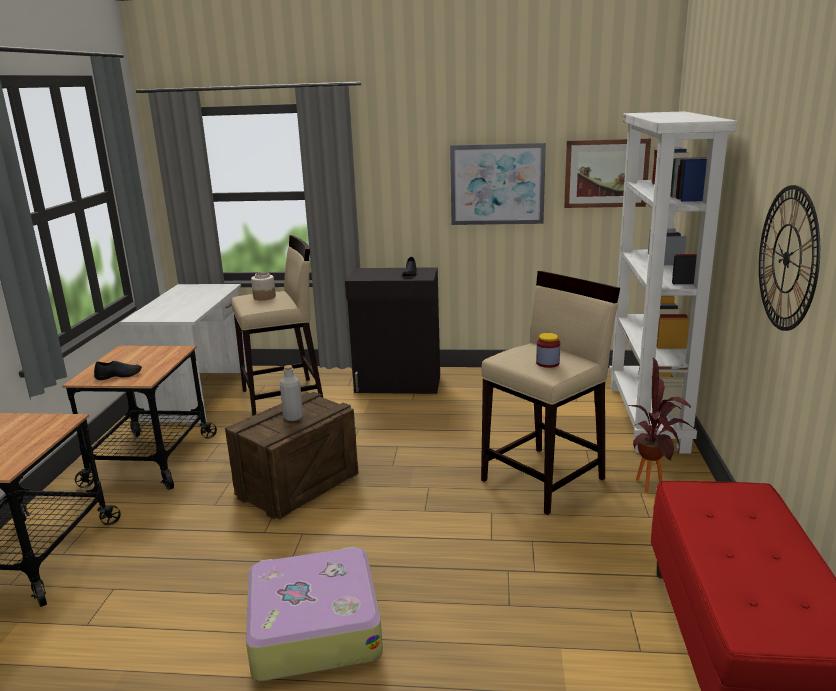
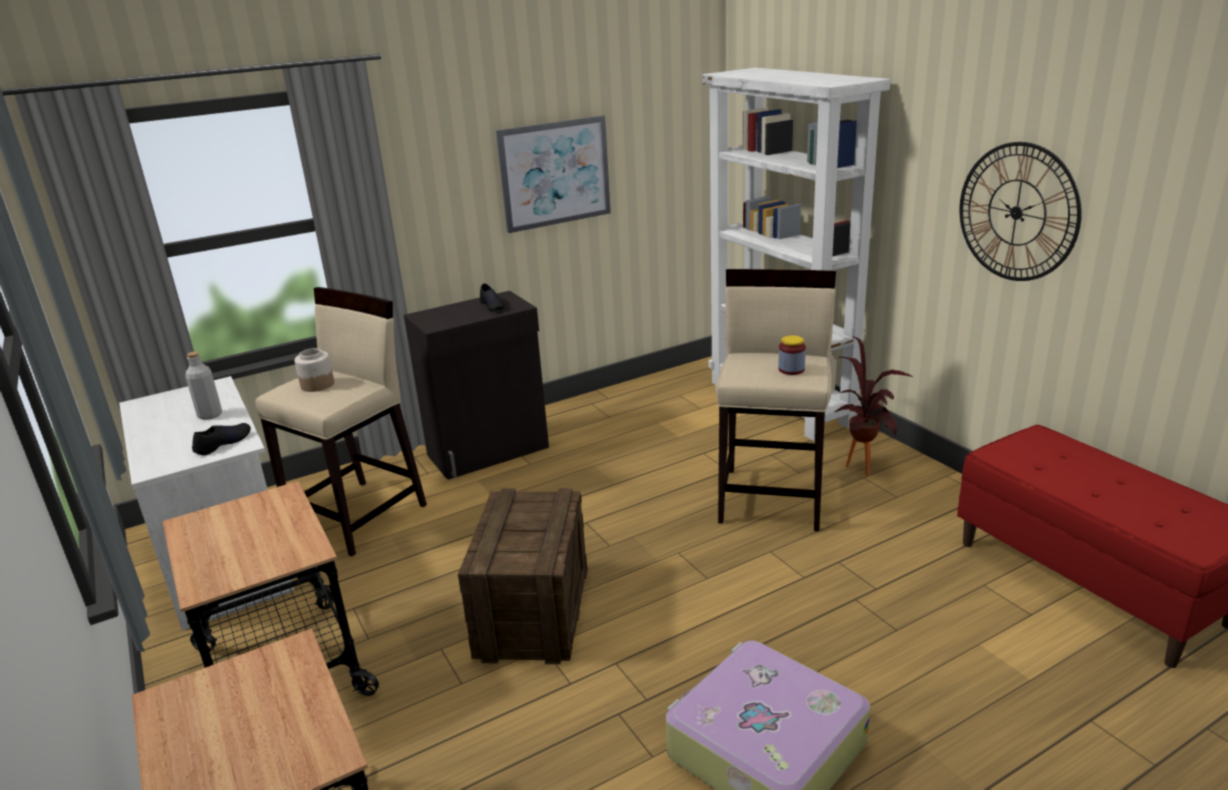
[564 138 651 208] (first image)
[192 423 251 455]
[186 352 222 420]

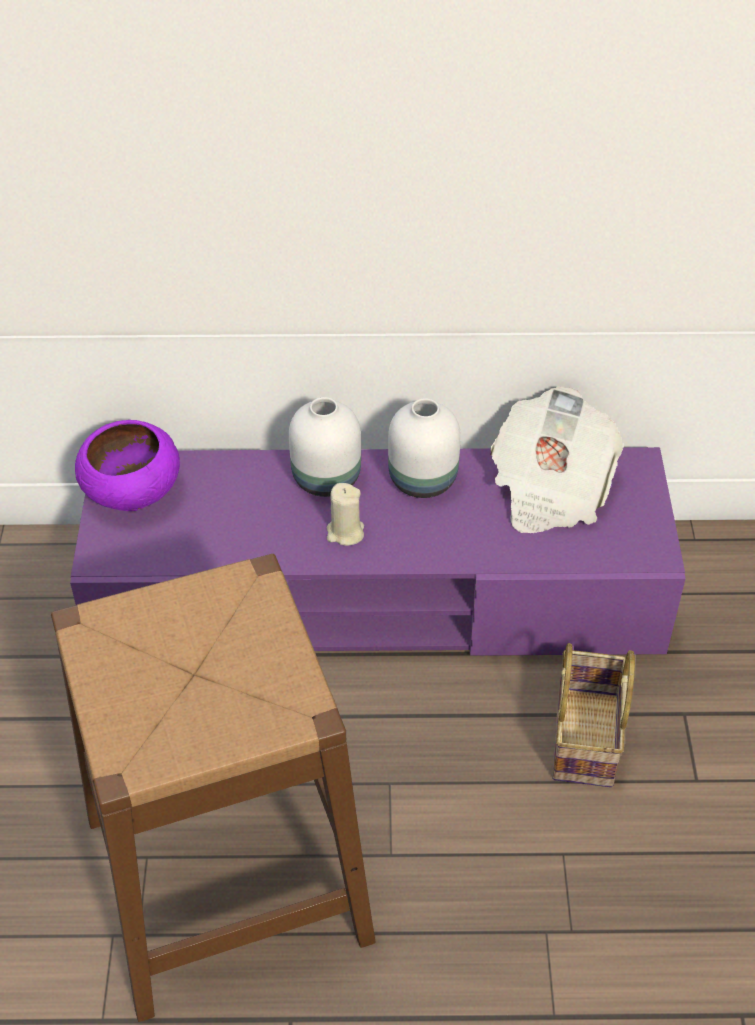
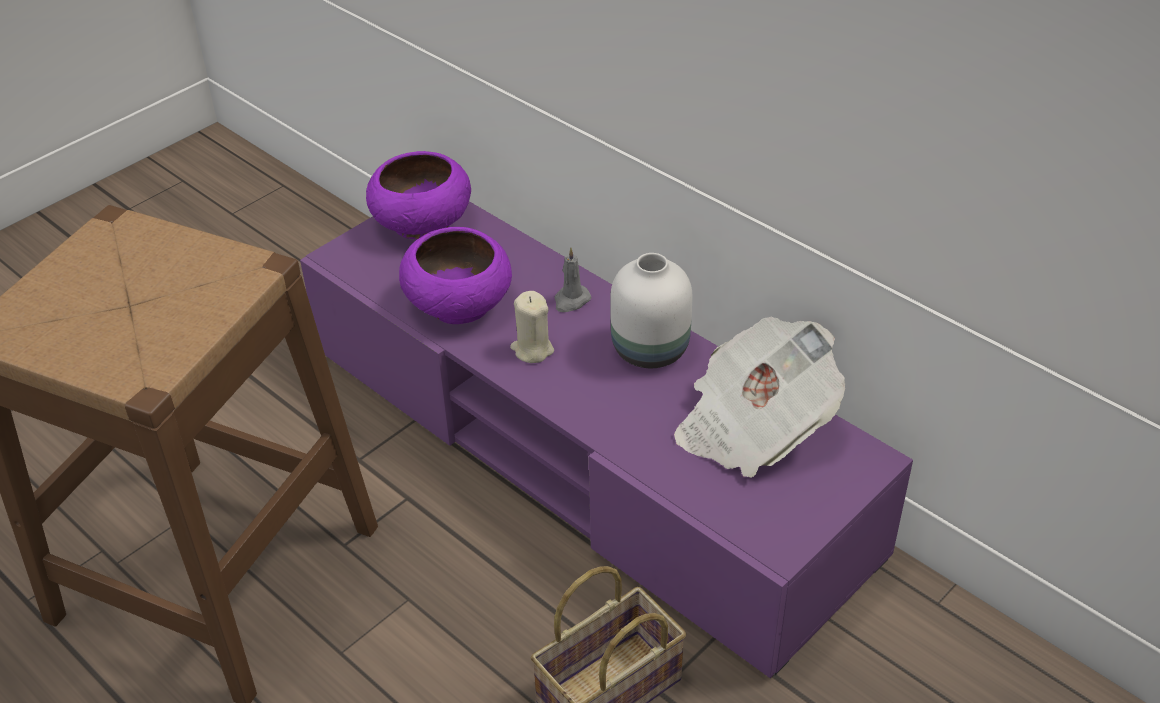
[554 247 592 312]
[399 227 512 324]

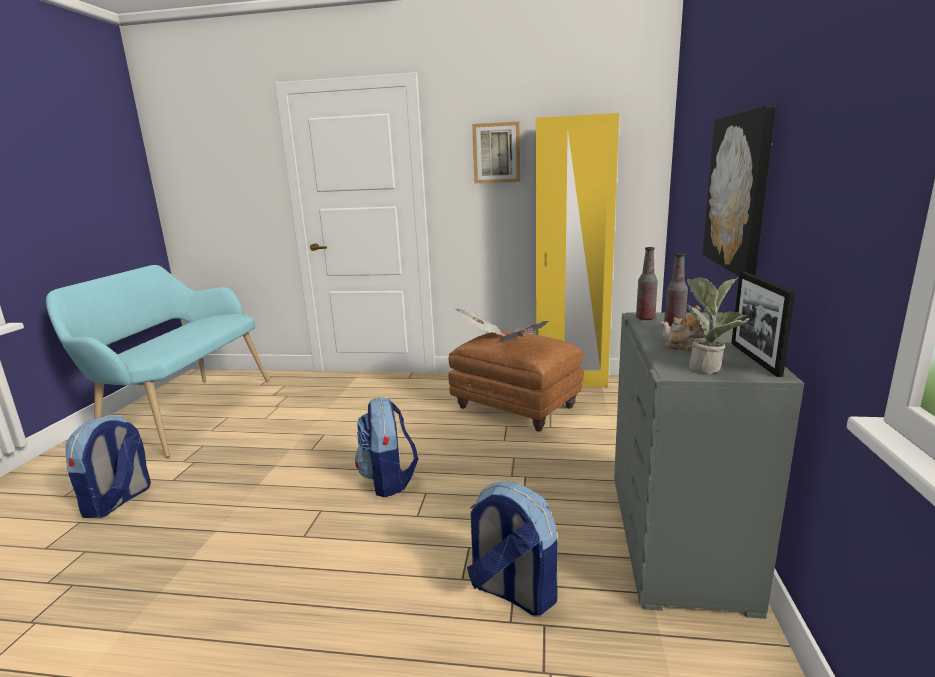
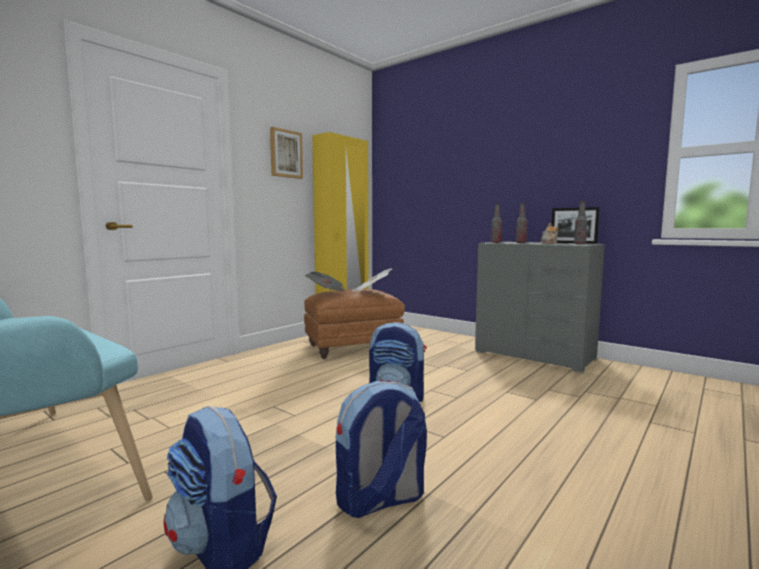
[702 105 776 276] (first image)
[574 201 587 244]
[336 381 427 518]

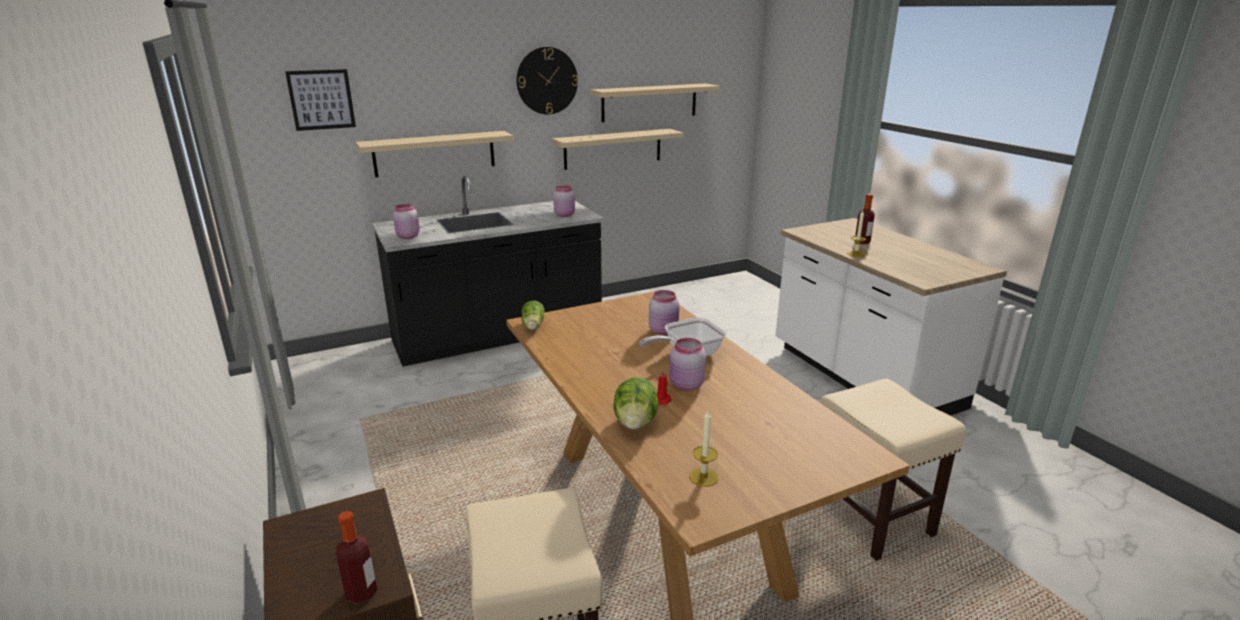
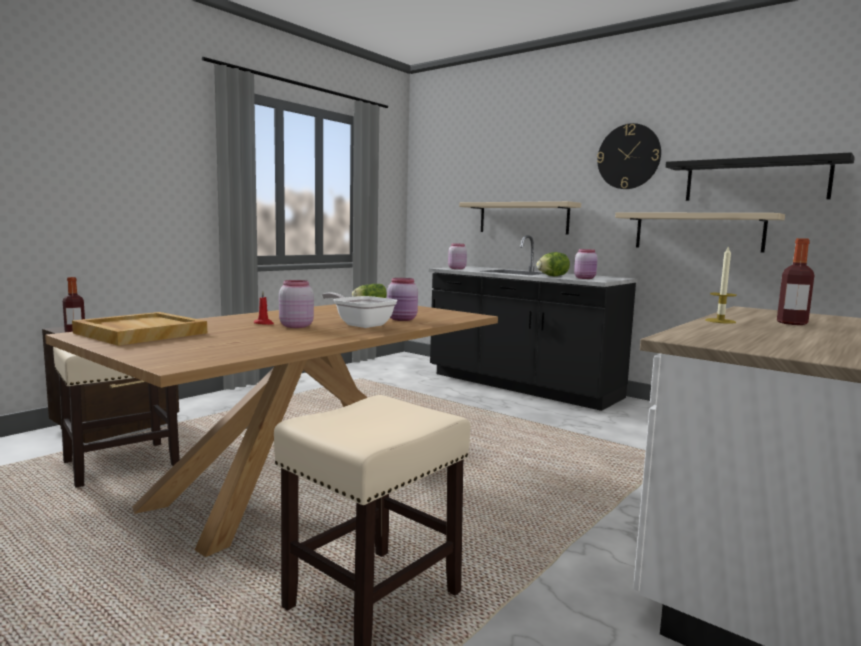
[285 69 356 131] (first image)
[665 152 855 201]
[536 252 570 276]
[72 312 207 346]

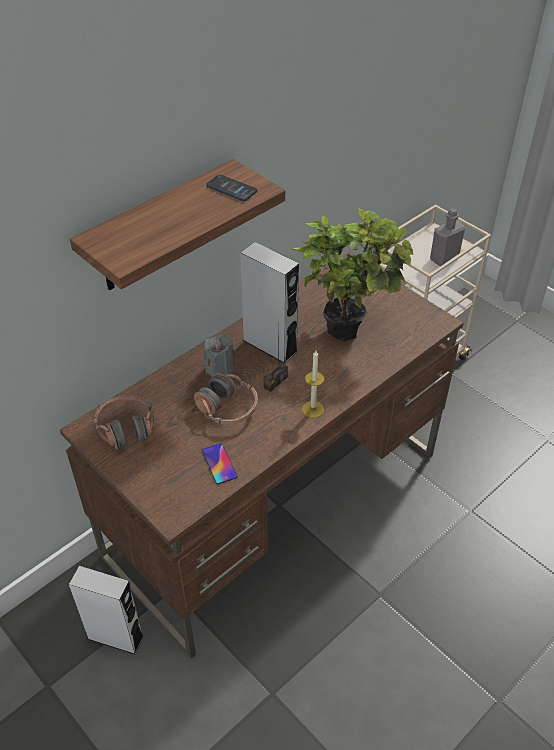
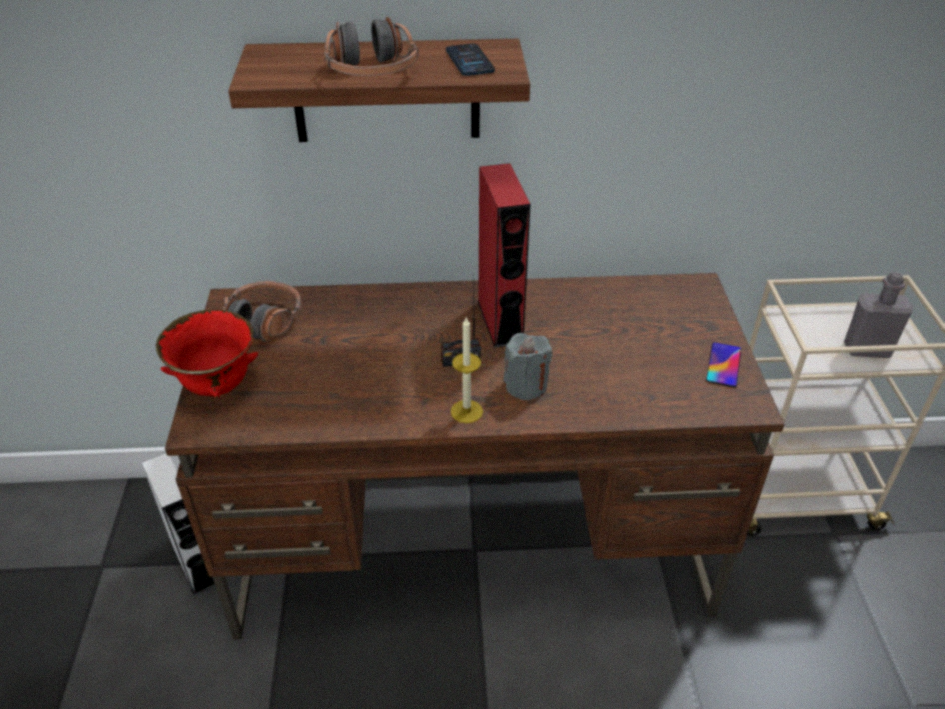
[292 208 413 342] (first image)
[478 163 531 348]
[504 333 553 401]
[324 17 419 76]
[706 342 742 387]
[156 309 258 399]

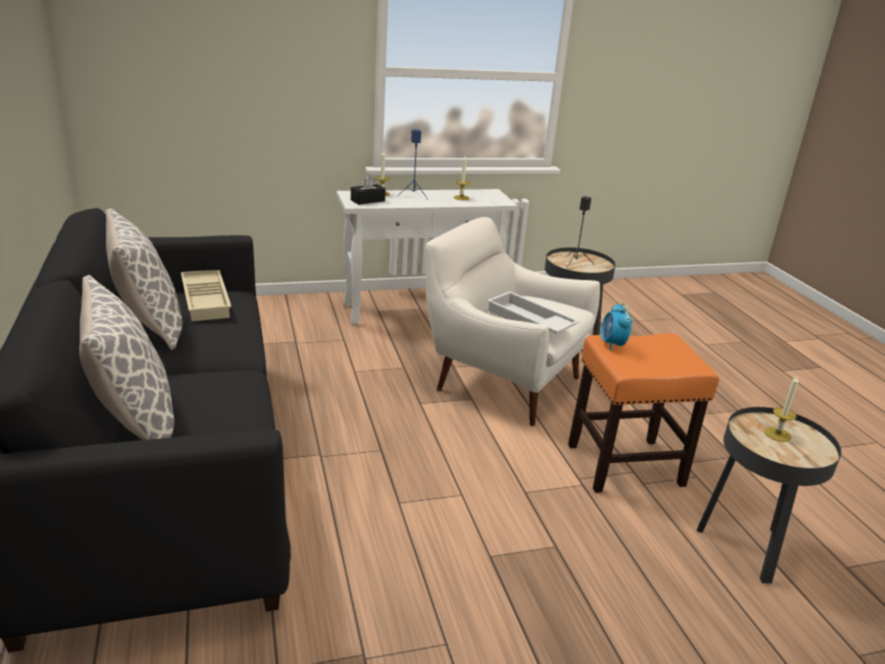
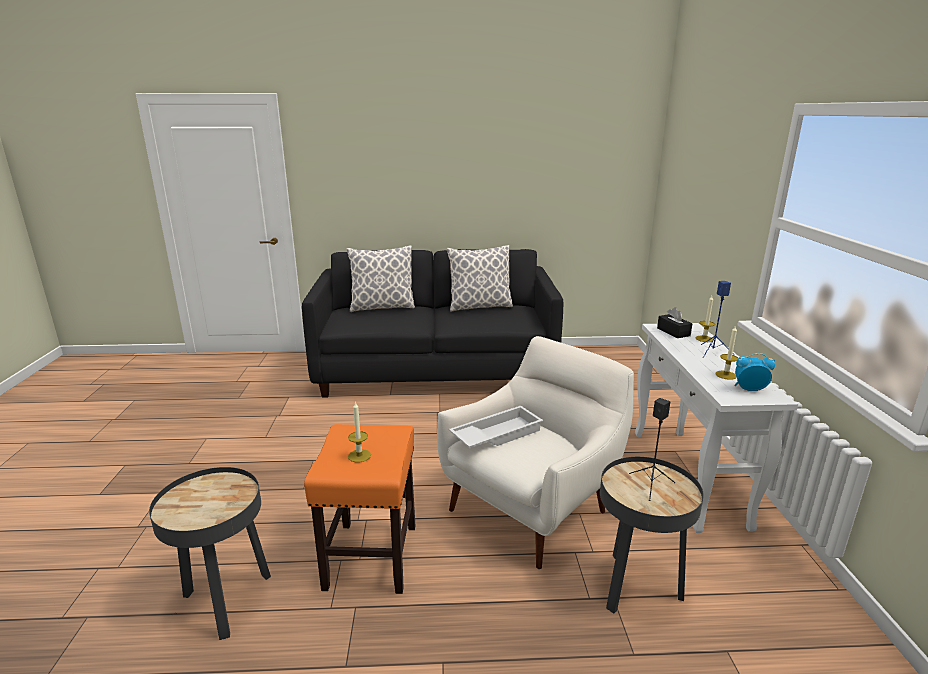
[181 270 231 321] (first image)
[734 353 775 391]
[348 402 371 462]

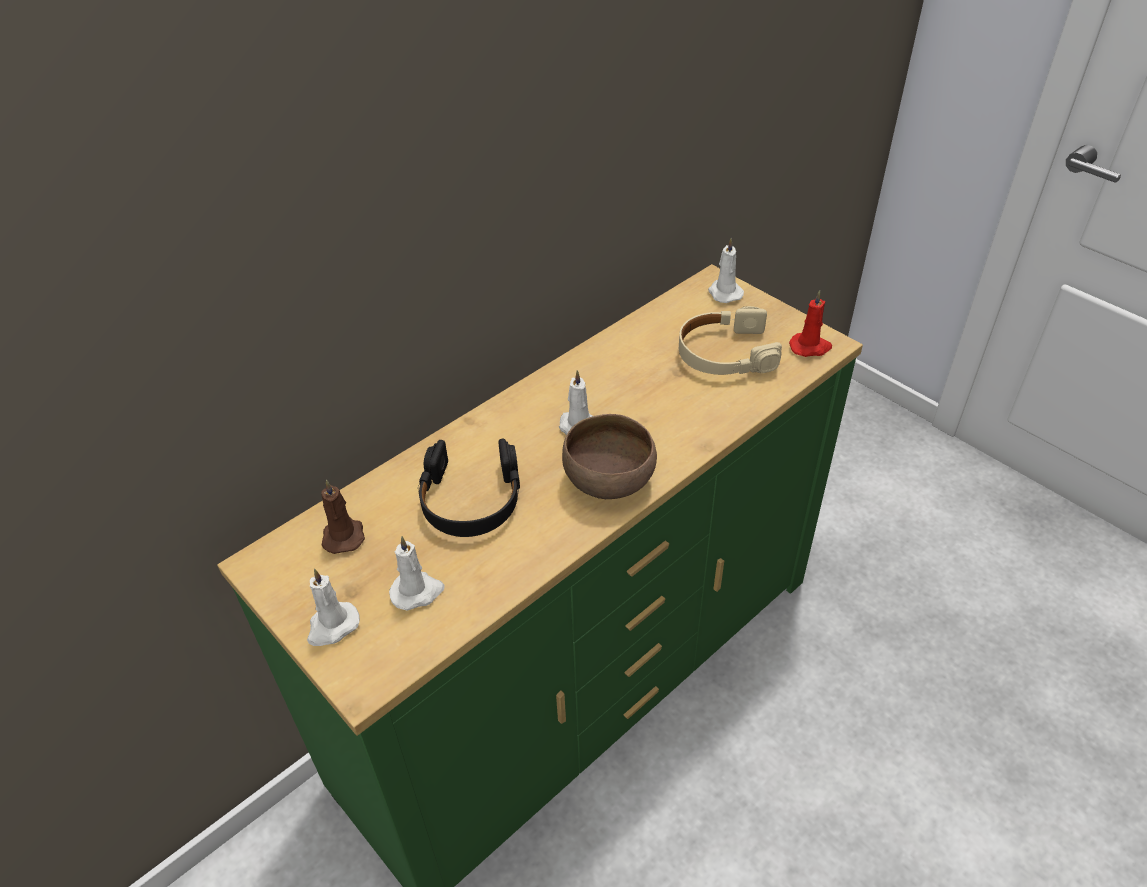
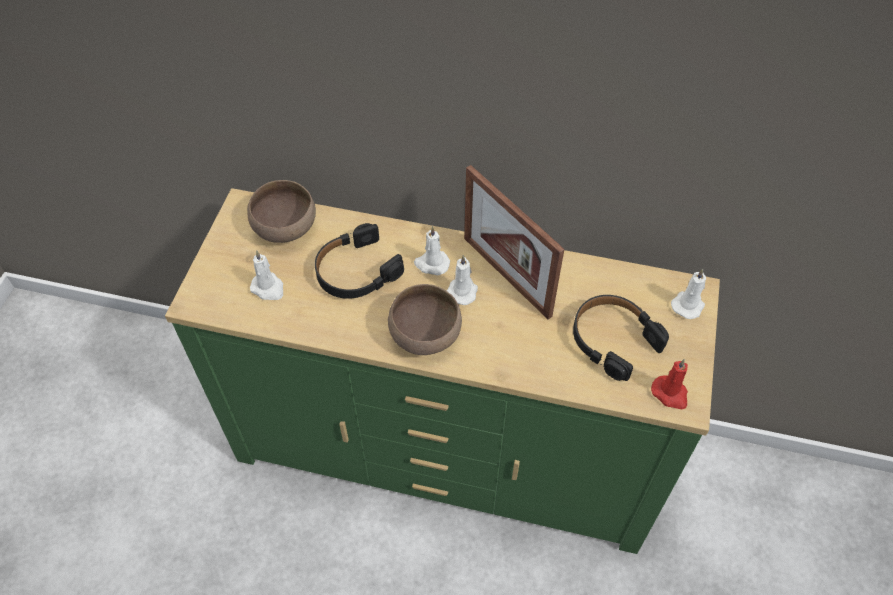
[573 295 669 381]
[247 180 316 243]
[414 226 450 275]
[464 165 564 319]

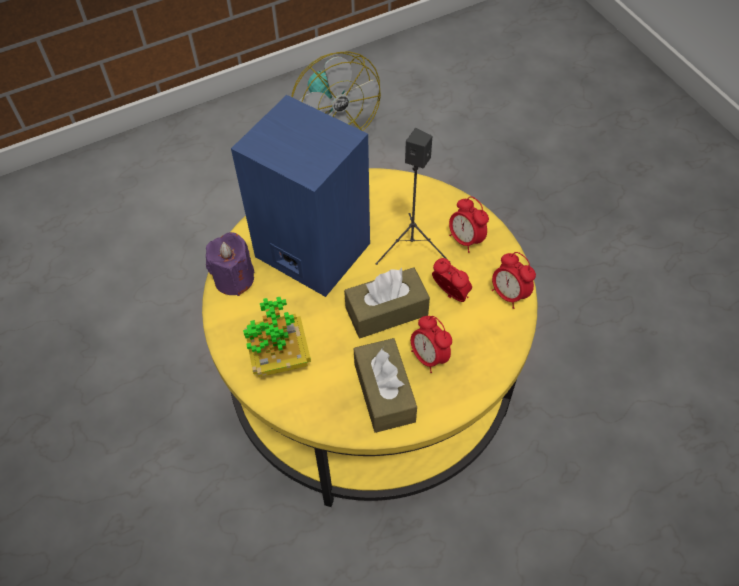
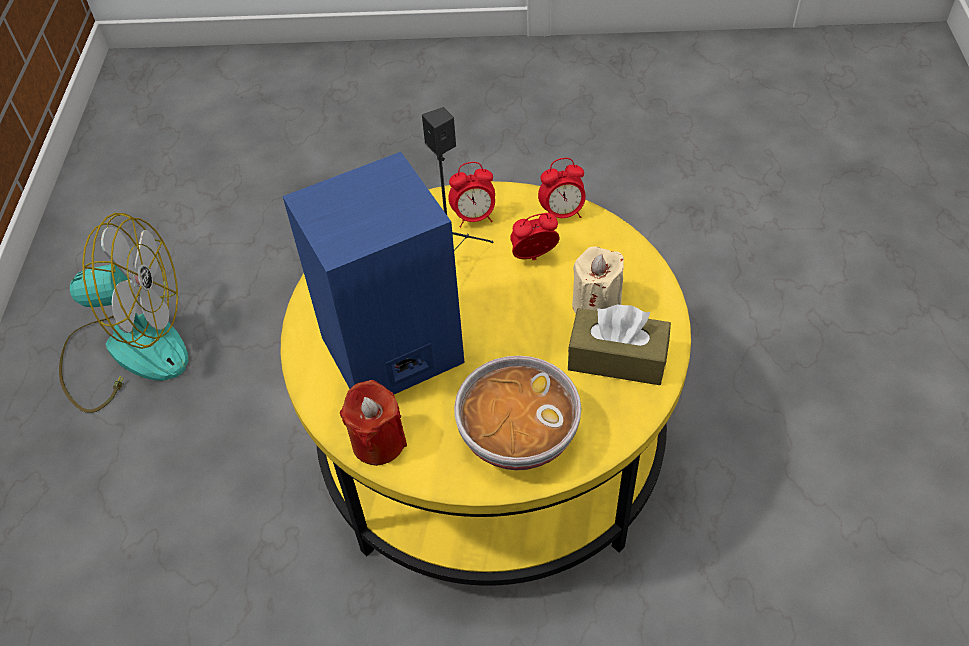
[340 380 407 466]
[344 267 430 338] (first image)
[454 356 581 470]
[572 246 624 313]

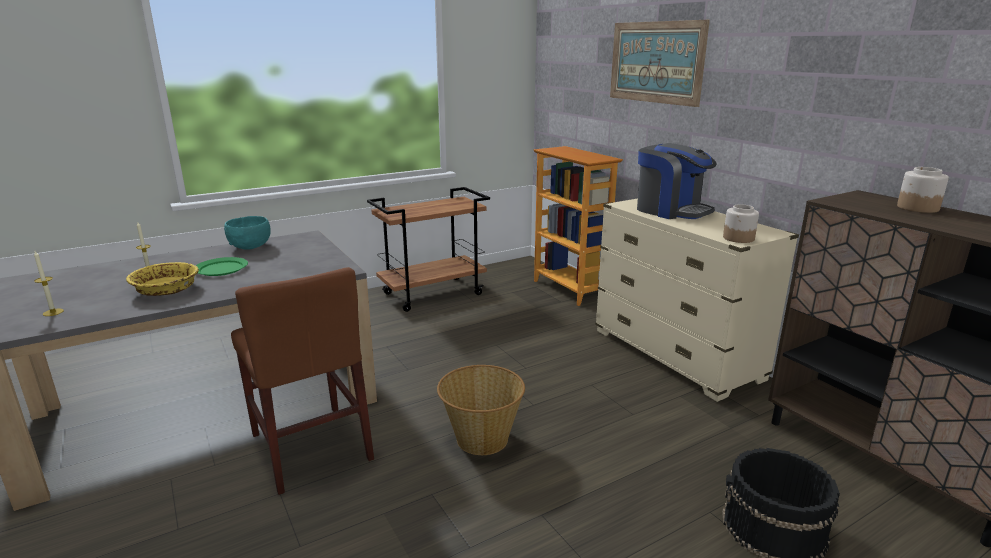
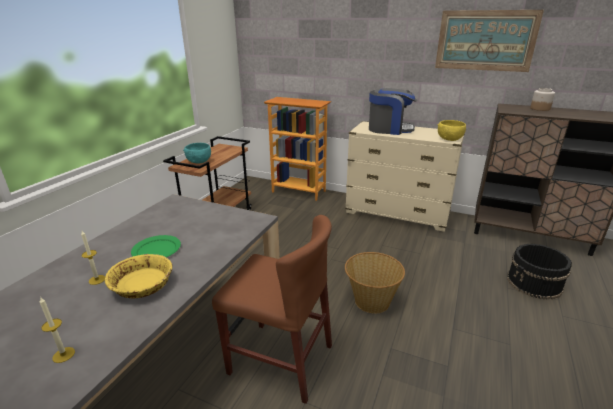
[435 10 544 72]
[438 120 466 141]
[183 143 211 163]

